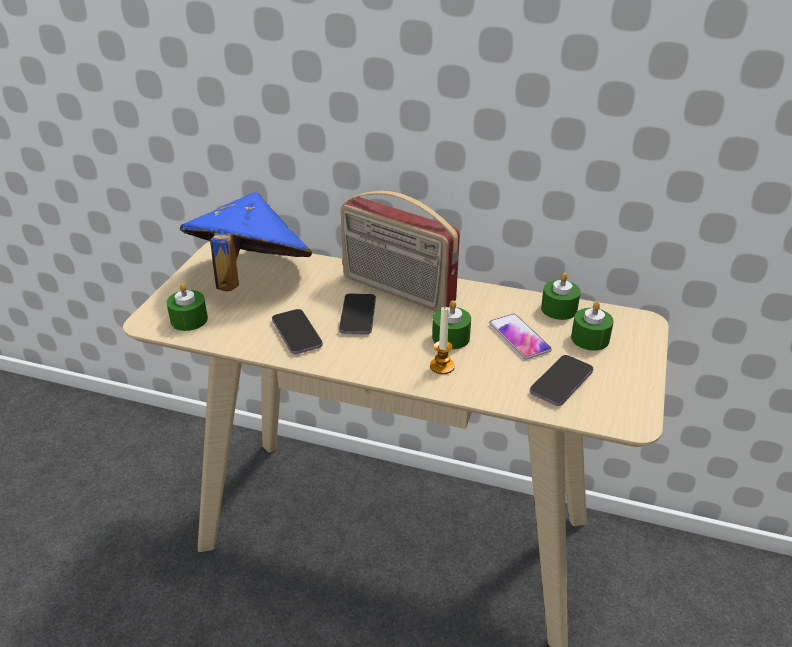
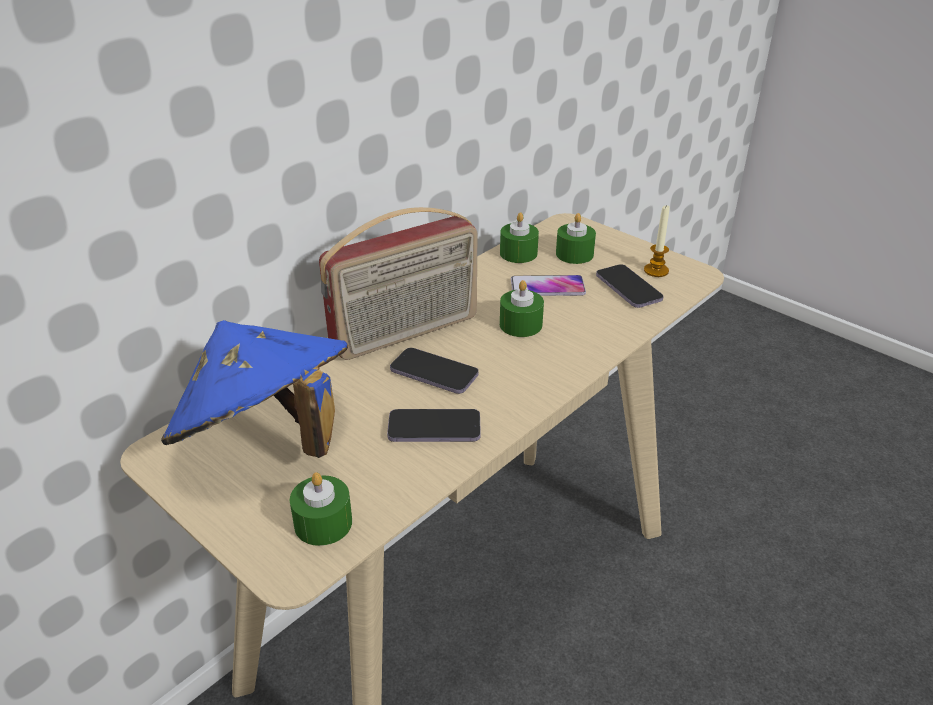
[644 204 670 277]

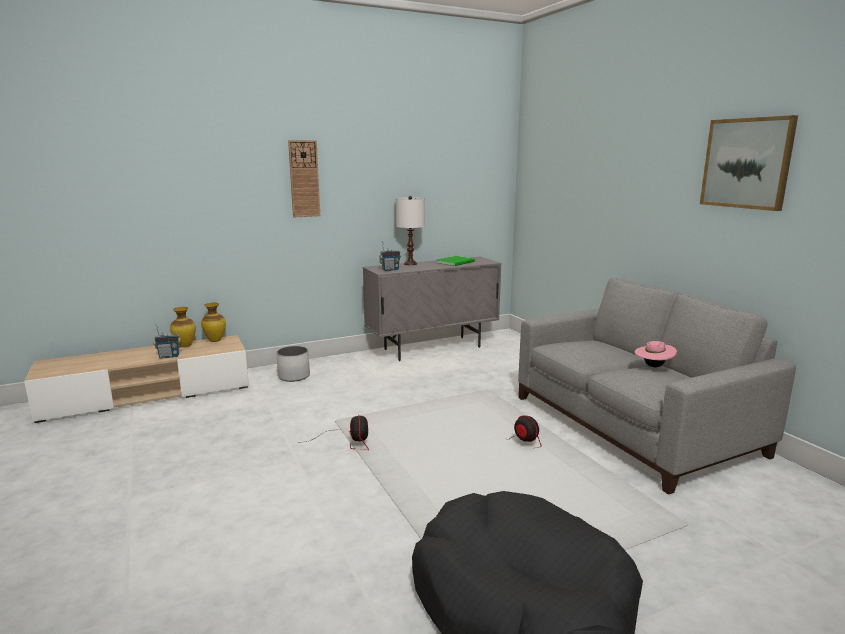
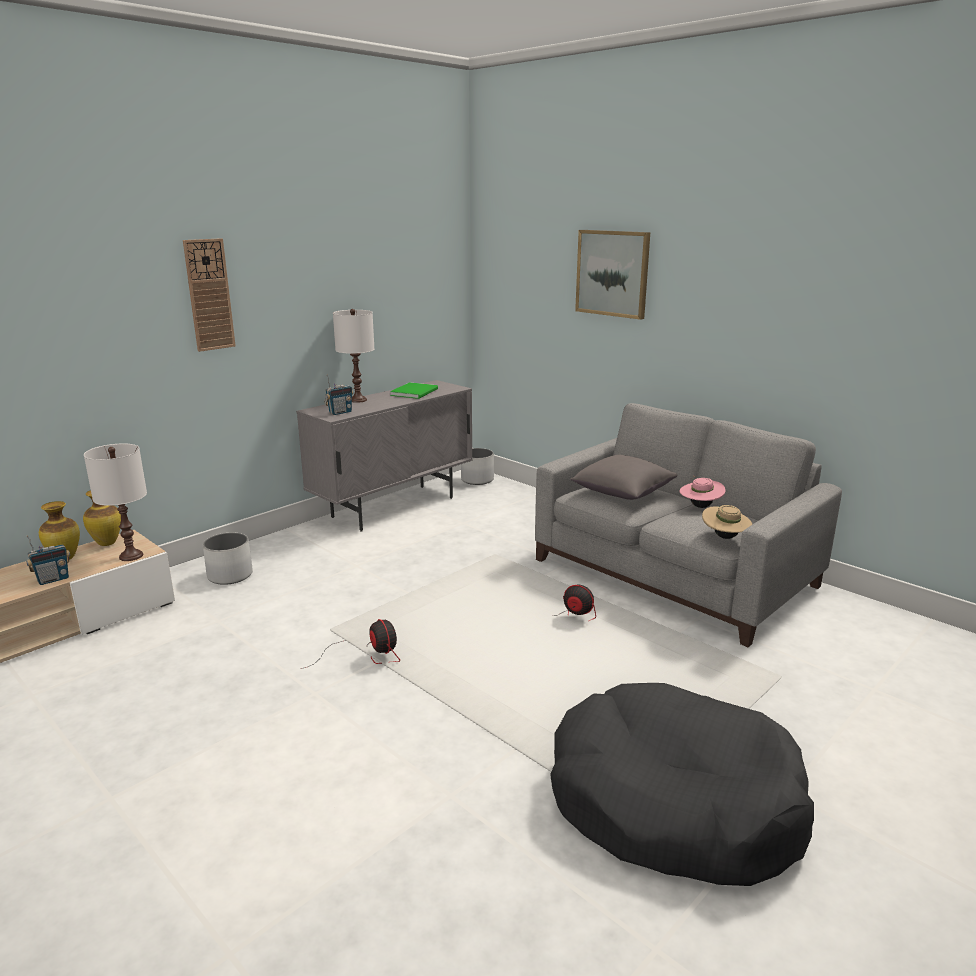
[575 230 650 320]
[84 444 147 561]
[461 448 494 485]
[570 455 677 500]
[702 505 752 539]

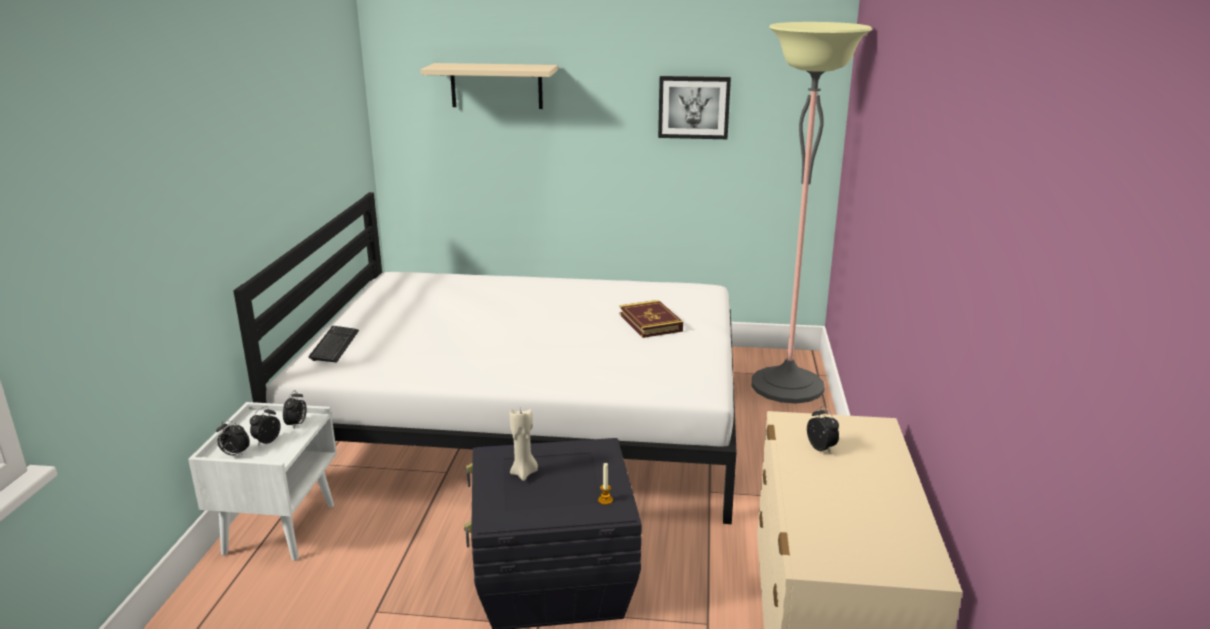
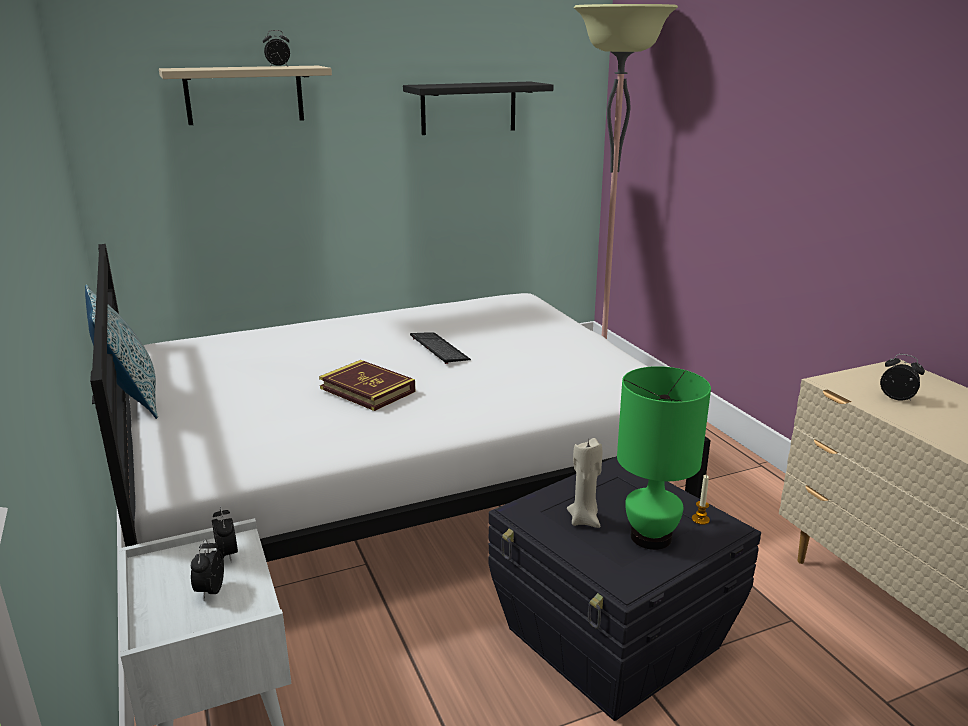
[403 82 554 135]
[319 360 416 411]
[410 332 471 364]
[263 30 290 67]
[85 284 158 419]
[617 366 711 550]

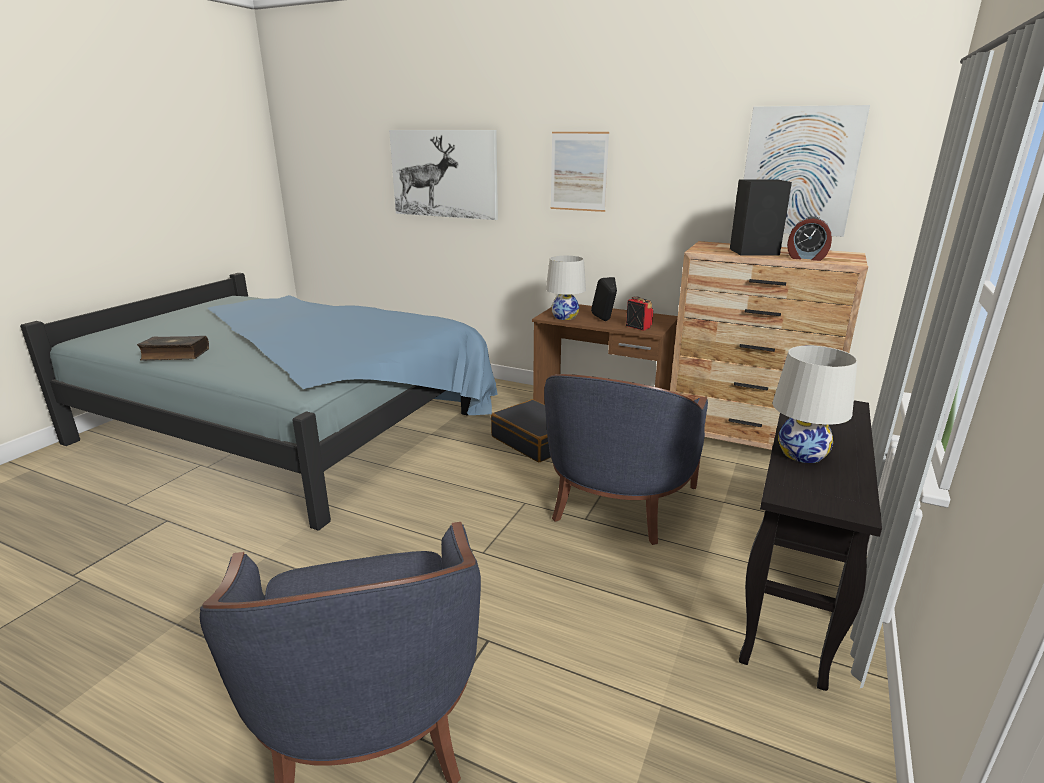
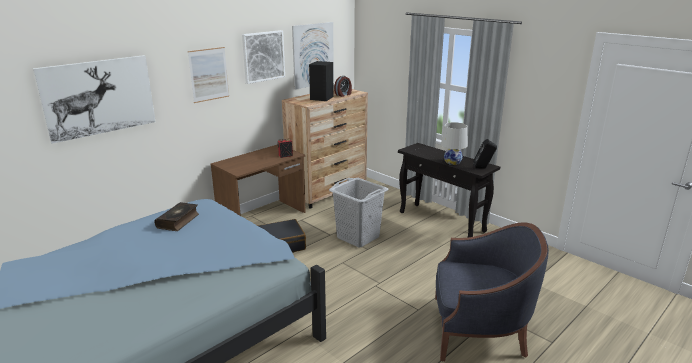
[546 255 586 320] (first image)
[473 139 497 169]
[154 202 199 231]
[329 178 388 248]
[242 30 285 84]

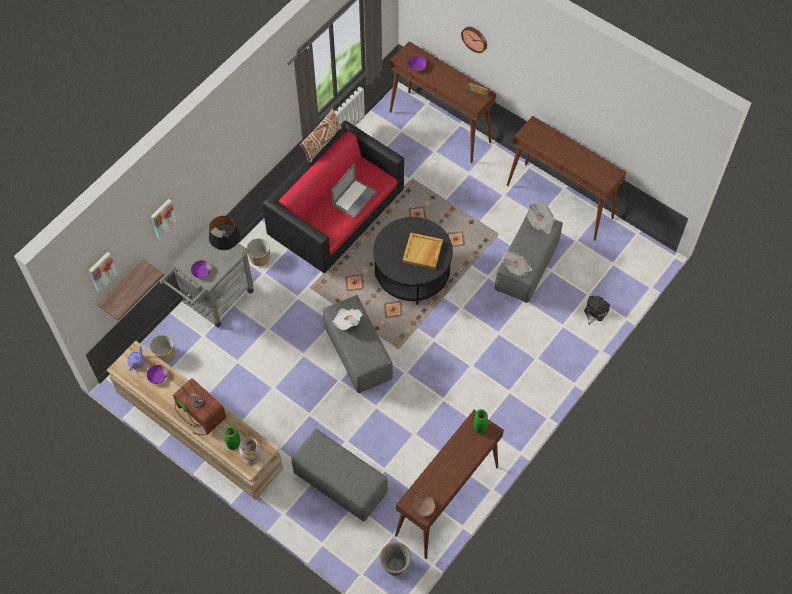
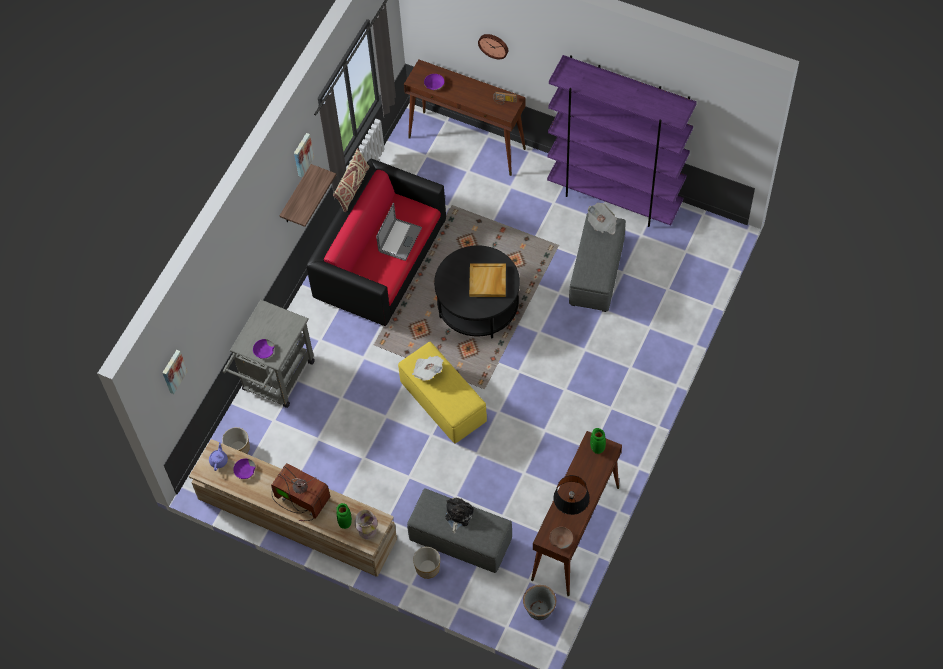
[547 55 697 227]
[294 133 314 177]
[553 475 590 515]
[413 547 440 579]
[502 251 532 277] (first image)
[279 164 336 227]
[398 342 487 444]
[445 497 474 534]

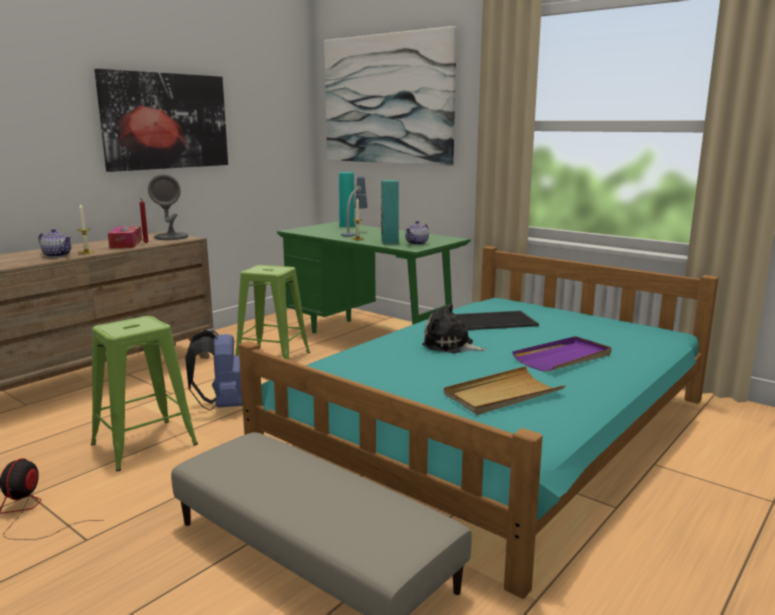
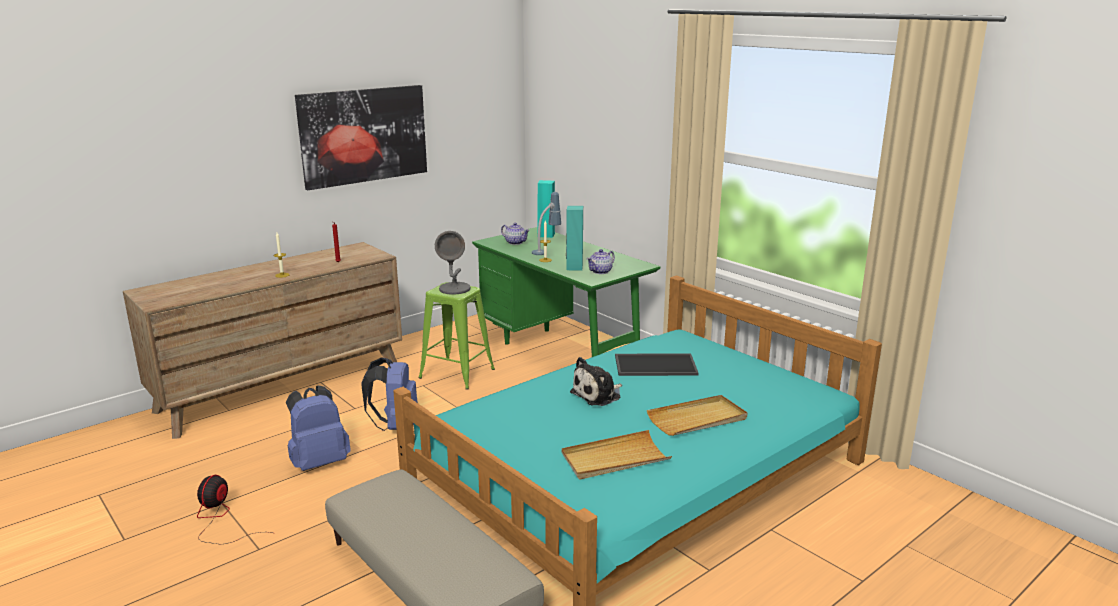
[324 26 457 166] (first image)
[435 231 471 295]
[108 226 142 249] (first image)
[501 223 530 245]
[570 357 622 406]
[286 386 351 471]
[647 395 747 436]

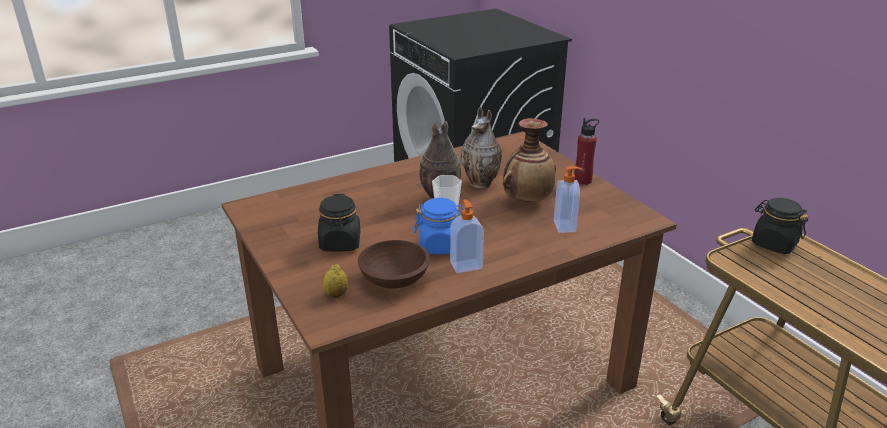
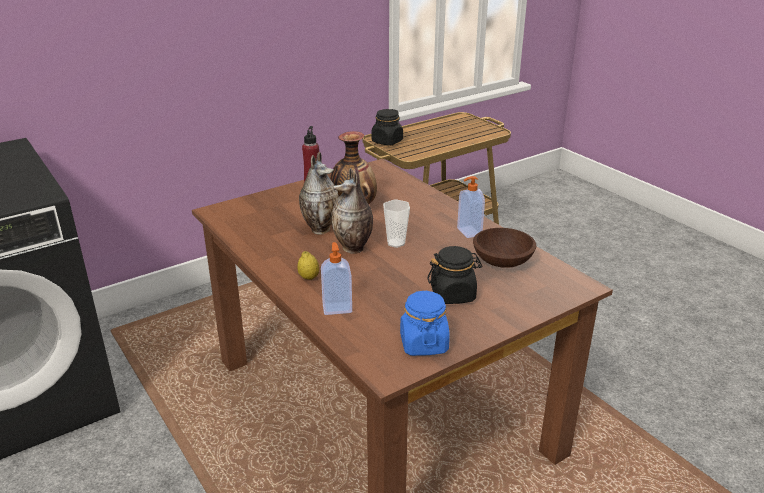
[321 242 352 315]
[400 290 450 356]
[297 251 320 280]

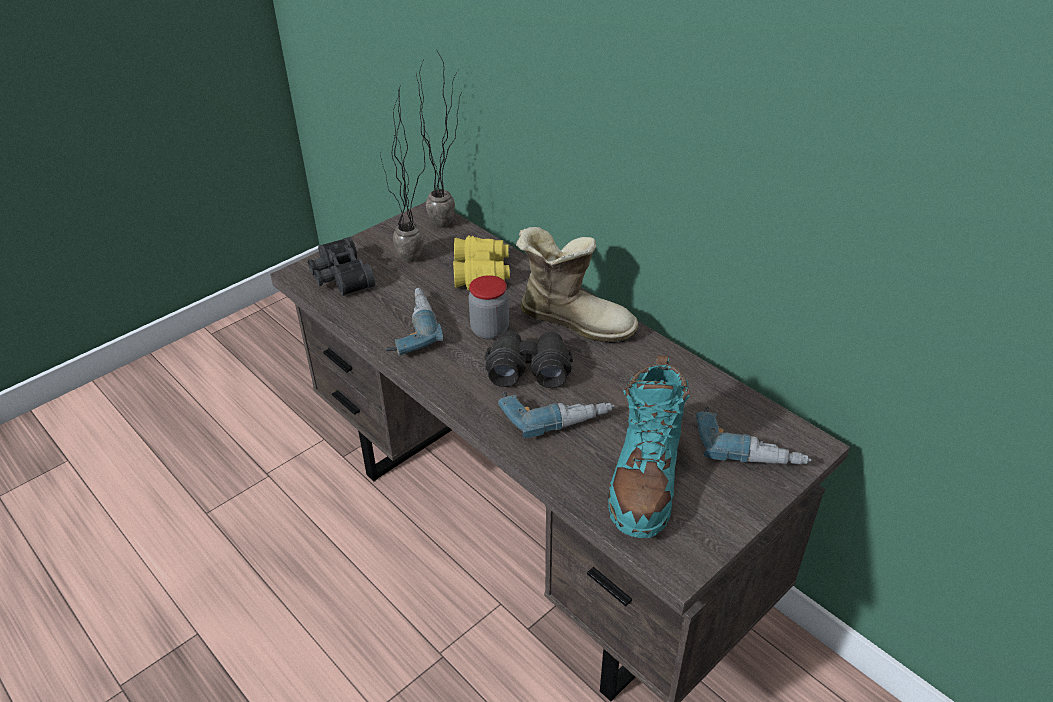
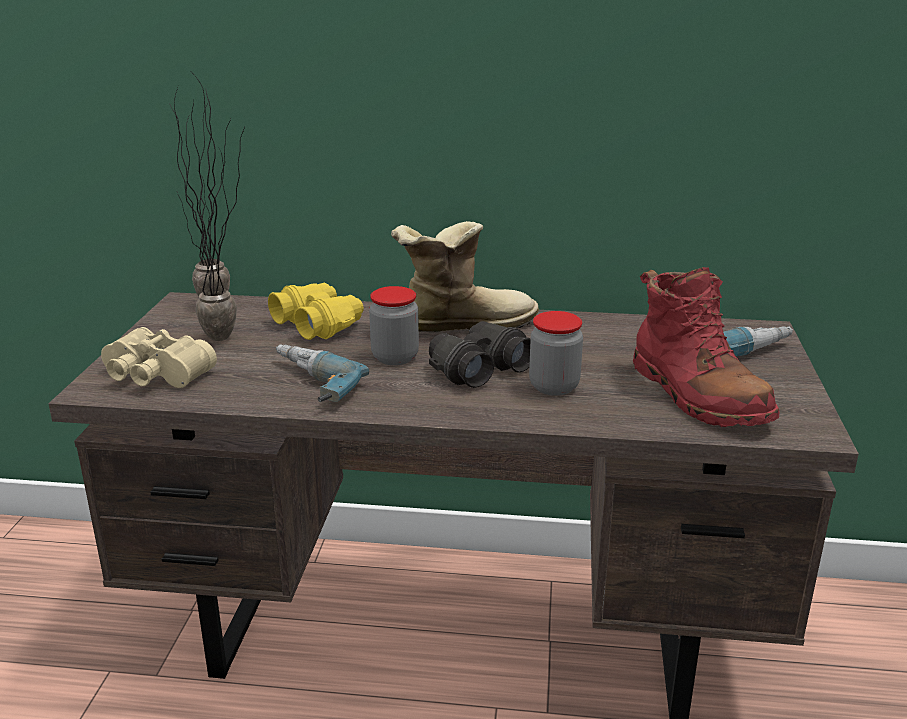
[101 327 217 388]
[633 267 780 427]
[529 311 583 396]

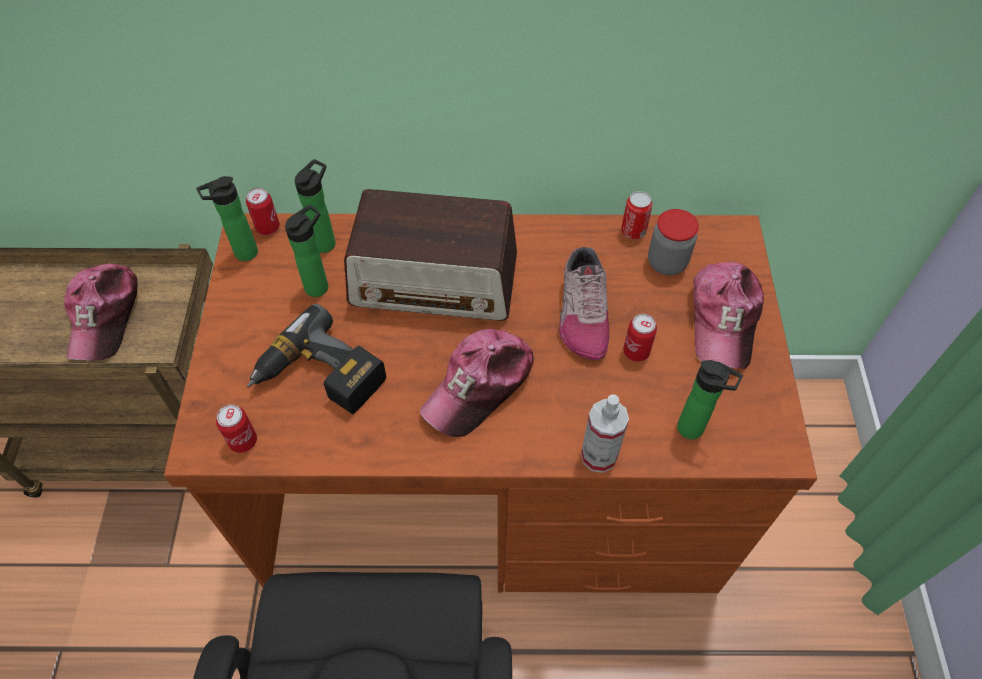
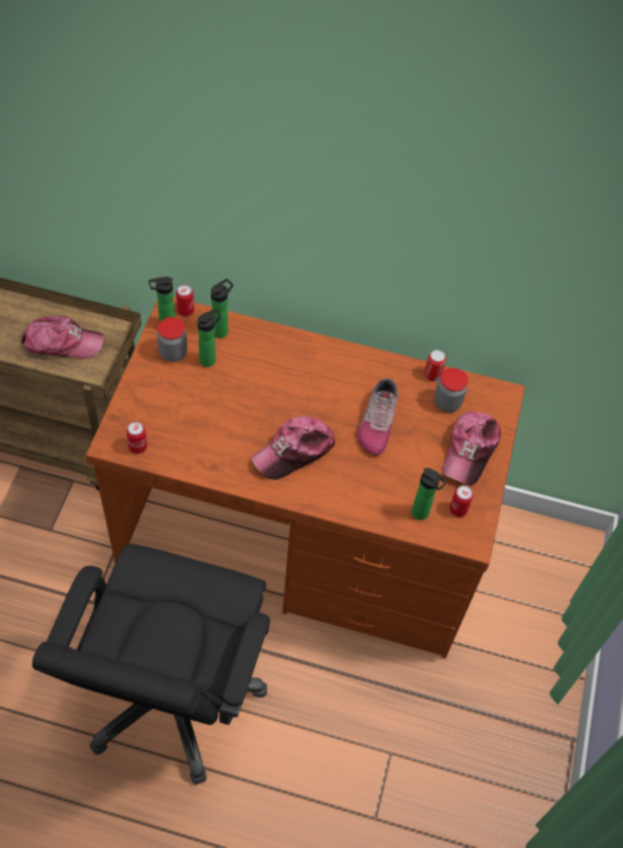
[344 189 517 321] (first image)
[22 316 104 359]
[247 304 386 414] (first image)
[449 485 473 517]
[581 395 629 473] (first image)
[157 317 187 362]

